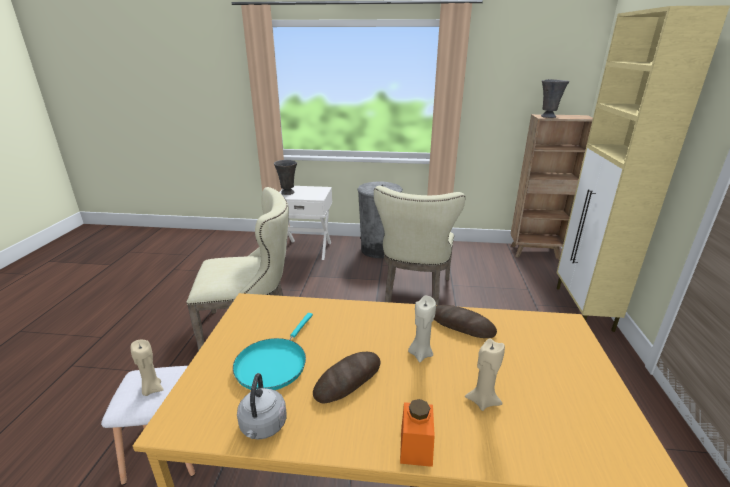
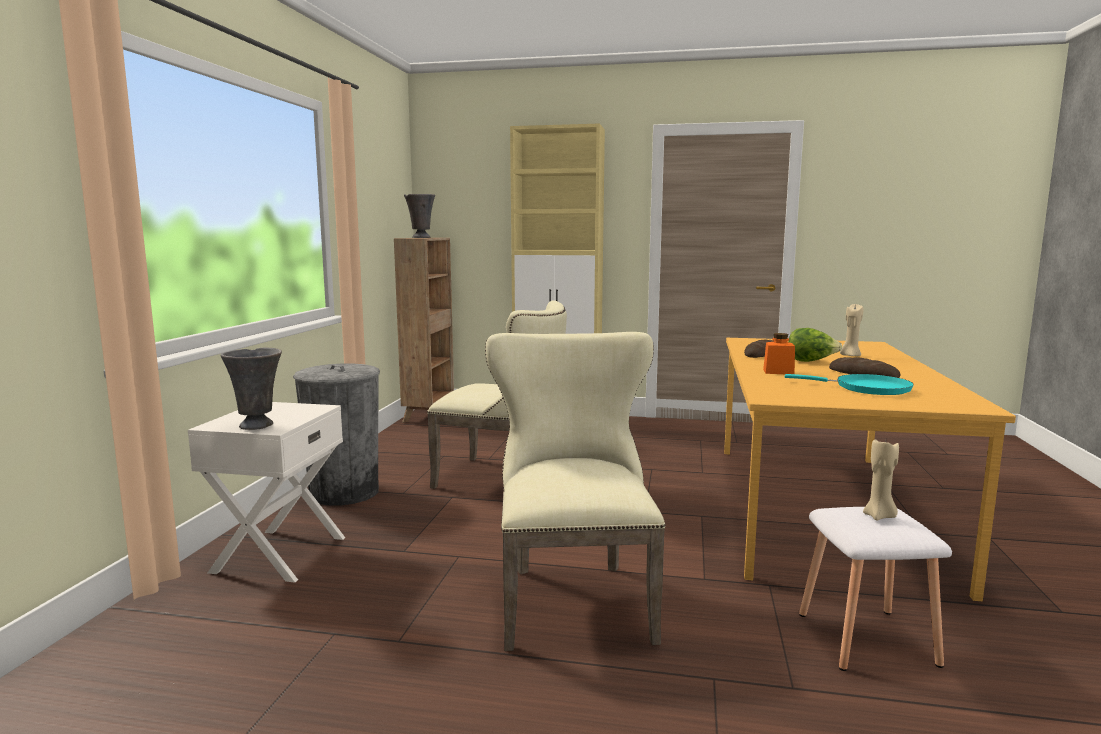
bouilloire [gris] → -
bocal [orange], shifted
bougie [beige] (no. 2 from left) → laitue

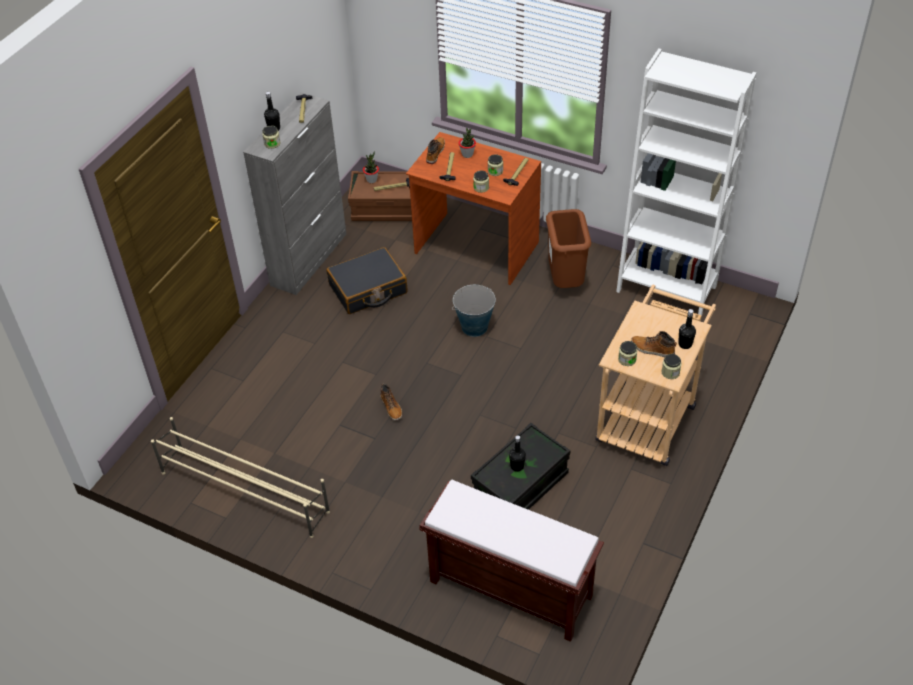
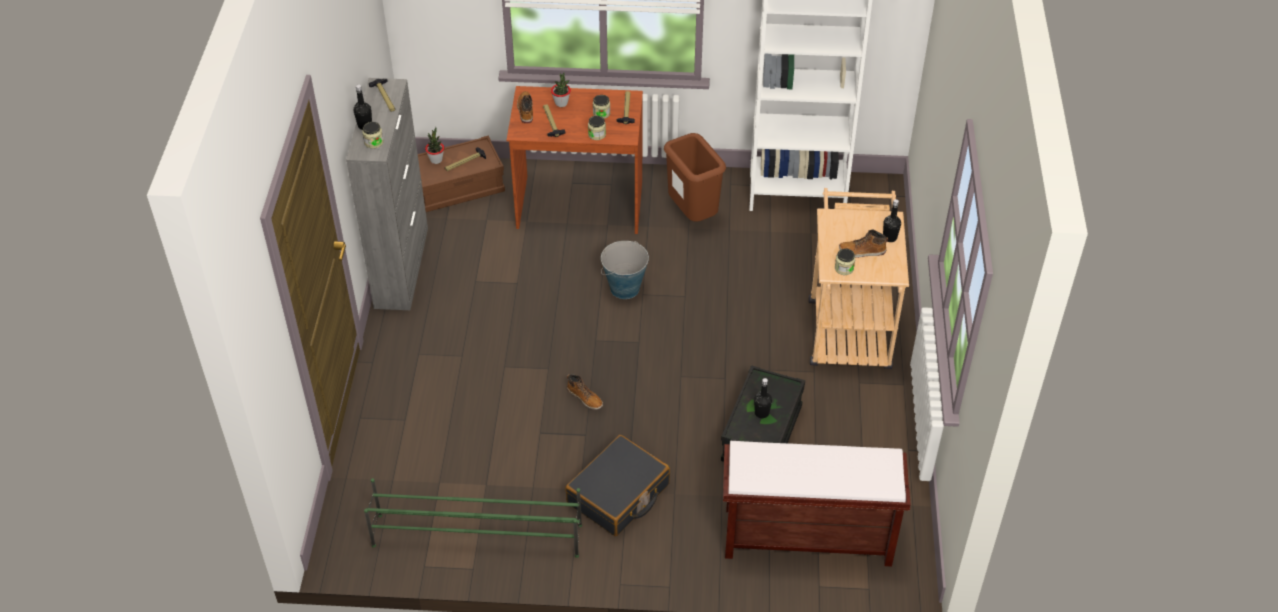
étagère à chaussures [beige] → étagère à chaussures [vert]
valise [noir], shifted
bocal (no. 5 from left) → -

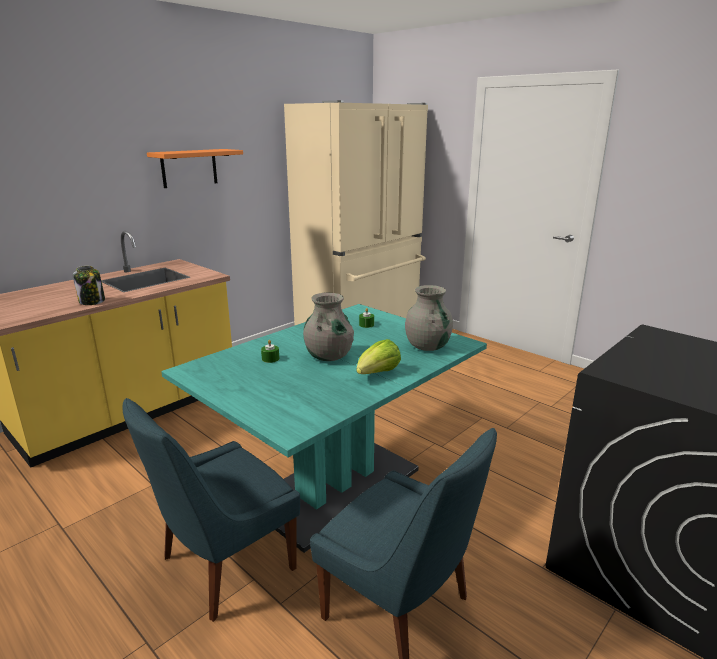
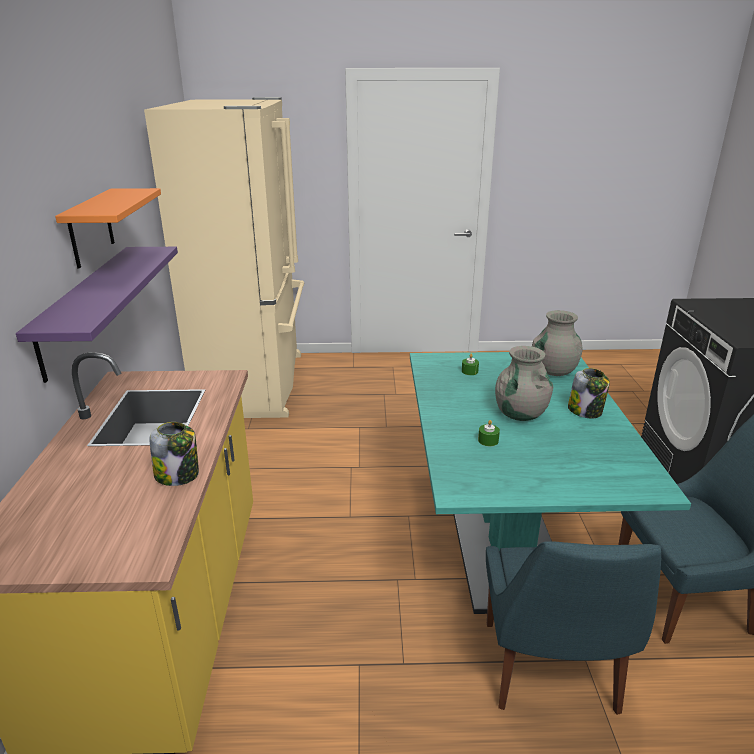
laitue → bocal (no. 2 from left)
- → étagère [violet]

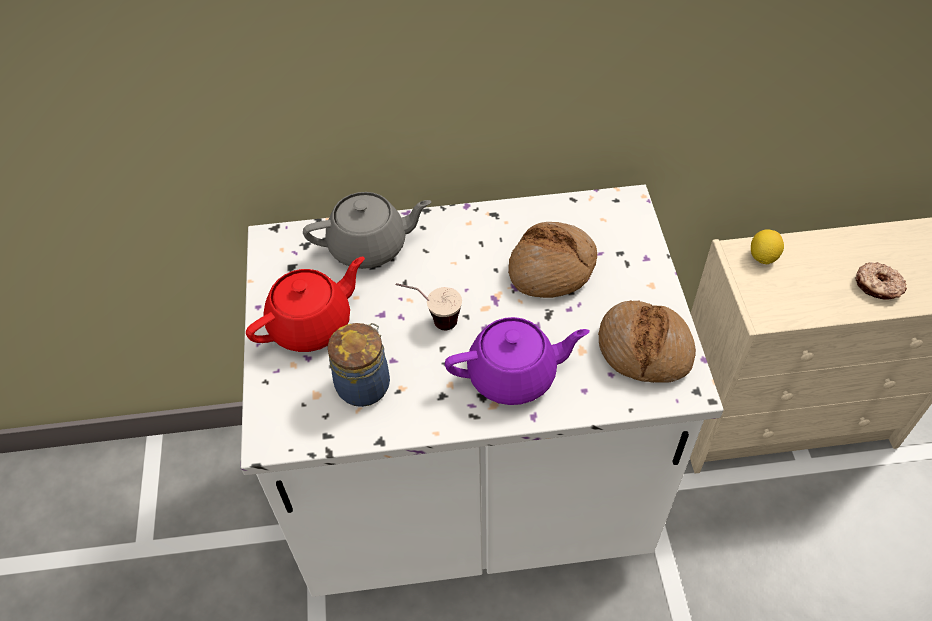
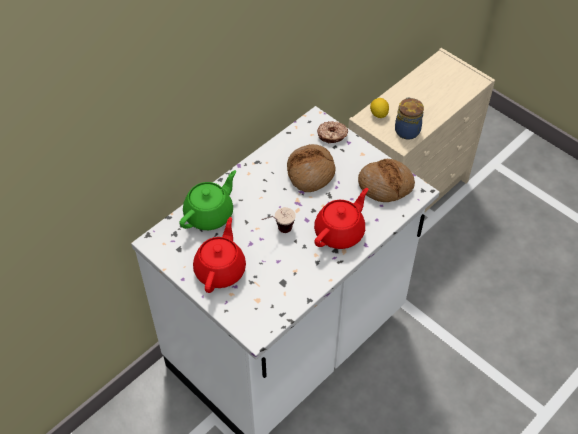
théière [gris] → théière [vert]
bocal, shifted
théière [violet] → théière [rouge] (no. 2 from left)
beignet, shifted

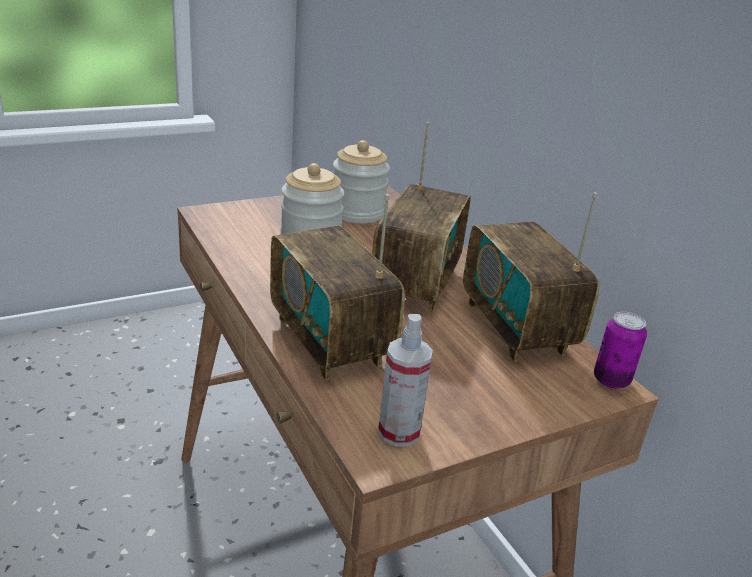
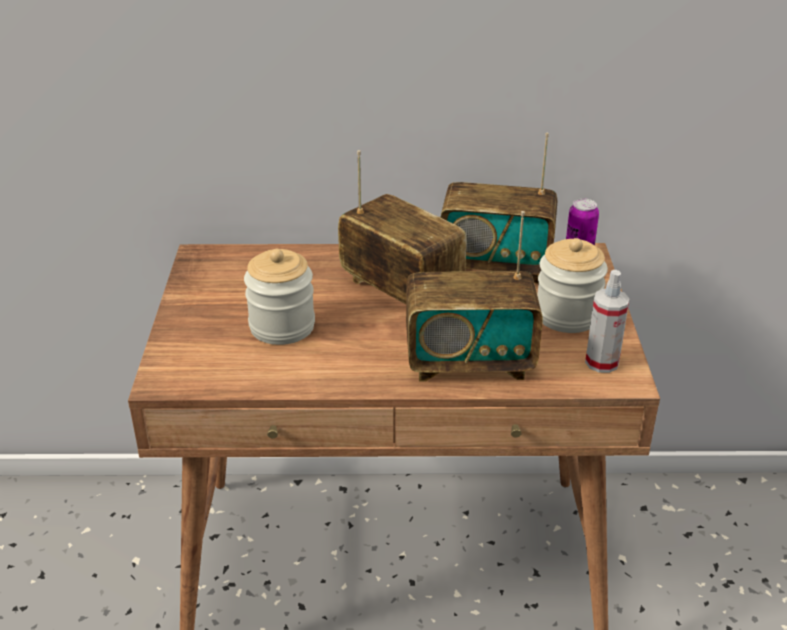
bocal (no. 2 from left), shifted

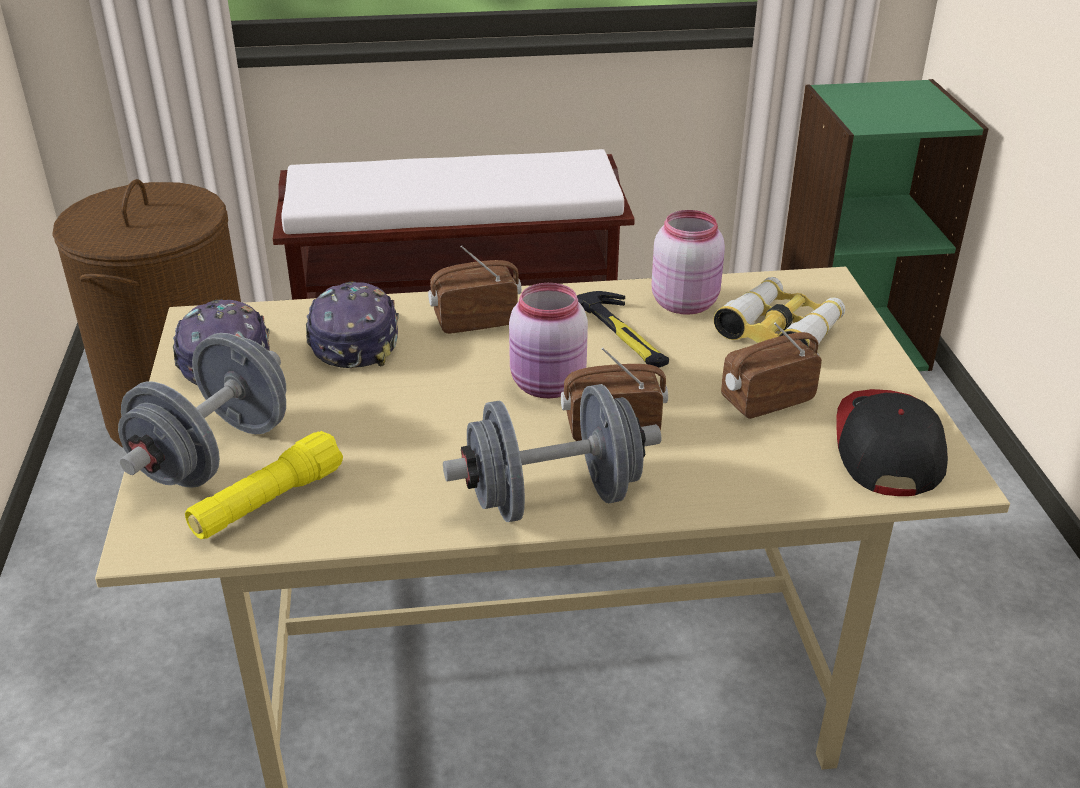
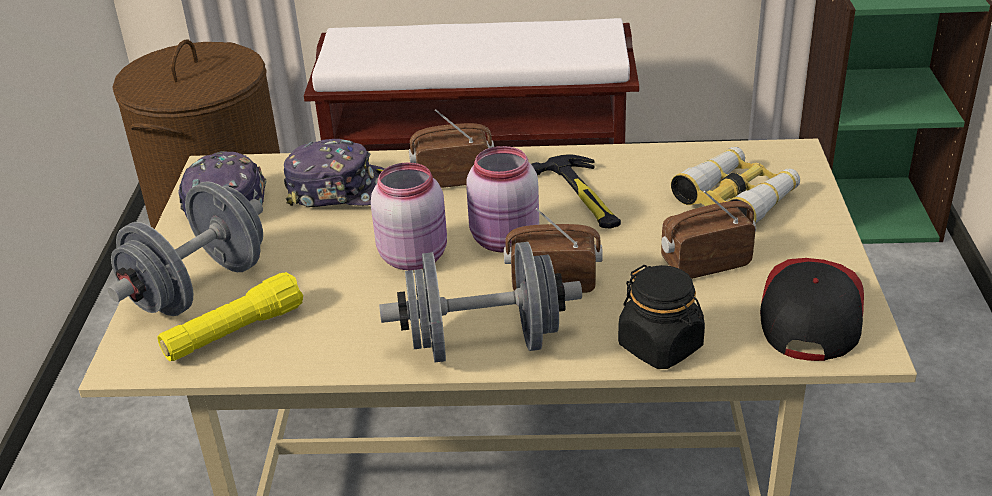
casquette (no. 2 from left), 90 degrees clockwise
bocal [rose] (no. 2 from left in the first image) → bocal [rose] (no. 1 from left), shifted
- → bocal [noir]

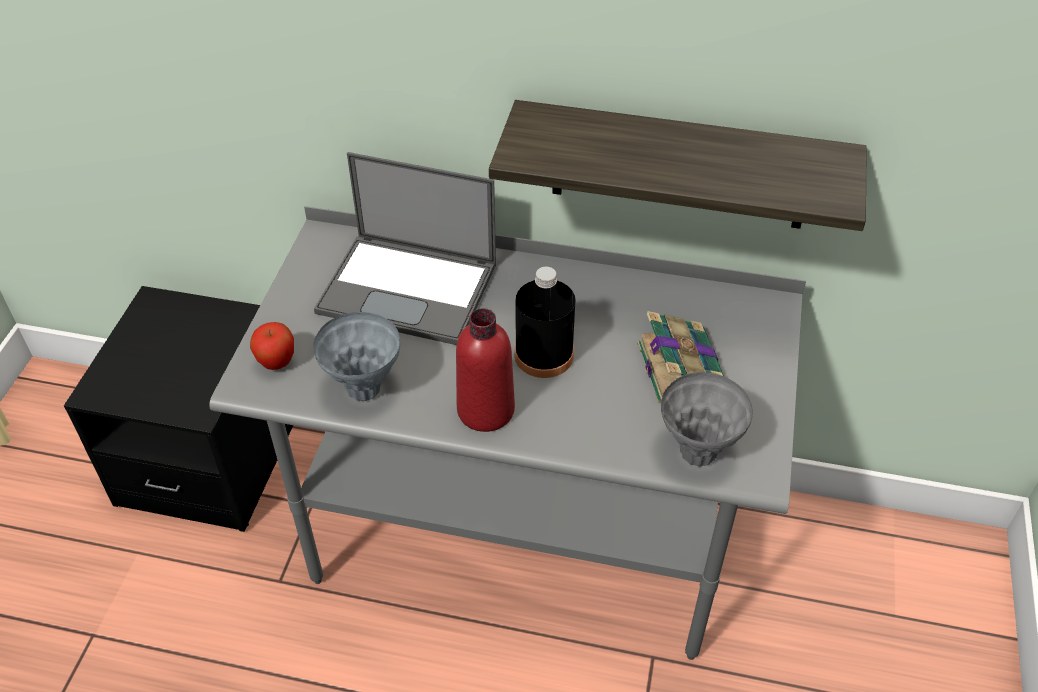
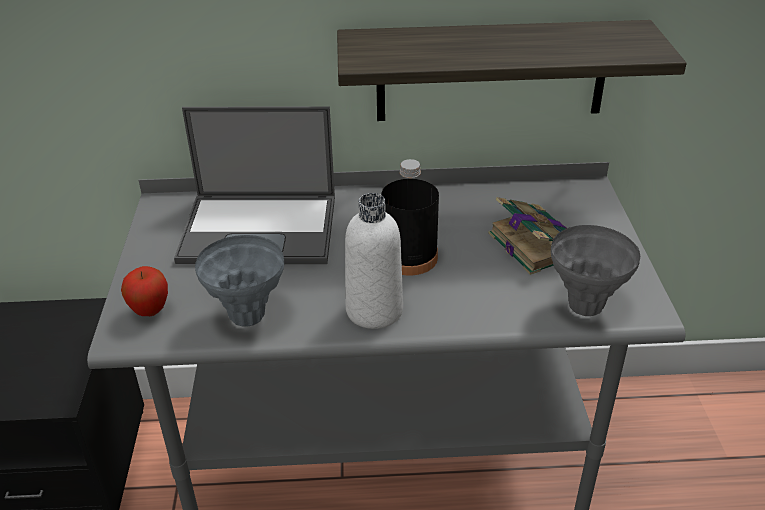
bouteille [rouge] → bouteille [blanc]

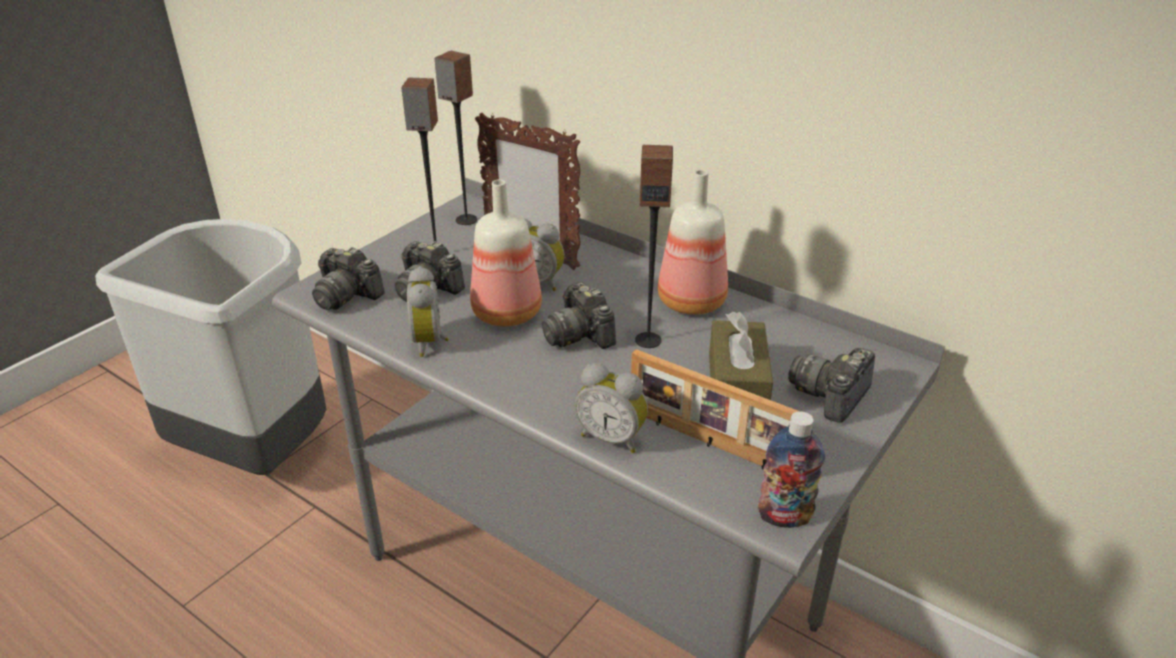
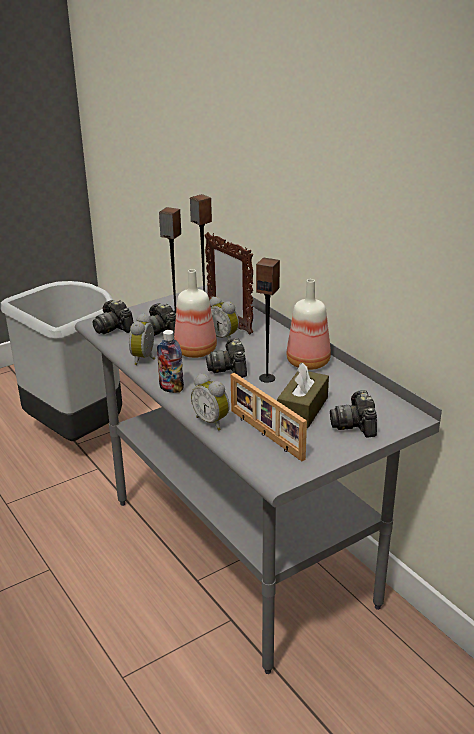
bouteille (no. 3 from left in the first image) → bouteille (no. 1 from left), shifted
appareil photo (no. 4 from left), 60 degrees counterclockwise

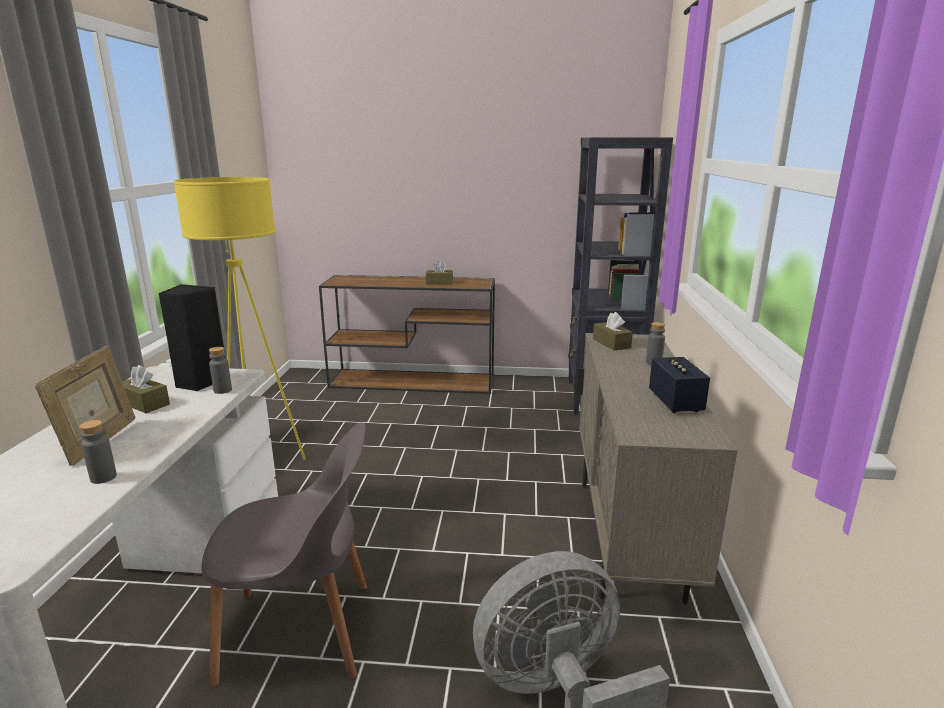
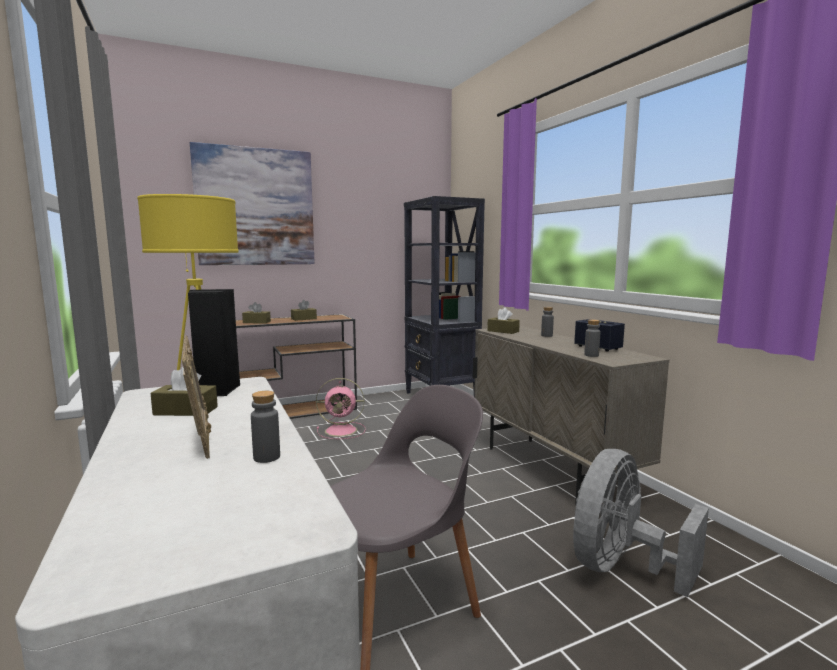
bouteille [gris] (no. 2 from left in the first image) → bouteille [gris] (no. 3 from left), shifted
- → tableau
- → boîte à mouchoirs [marron] (no. 2 from left)
- → ventilateur [rose]

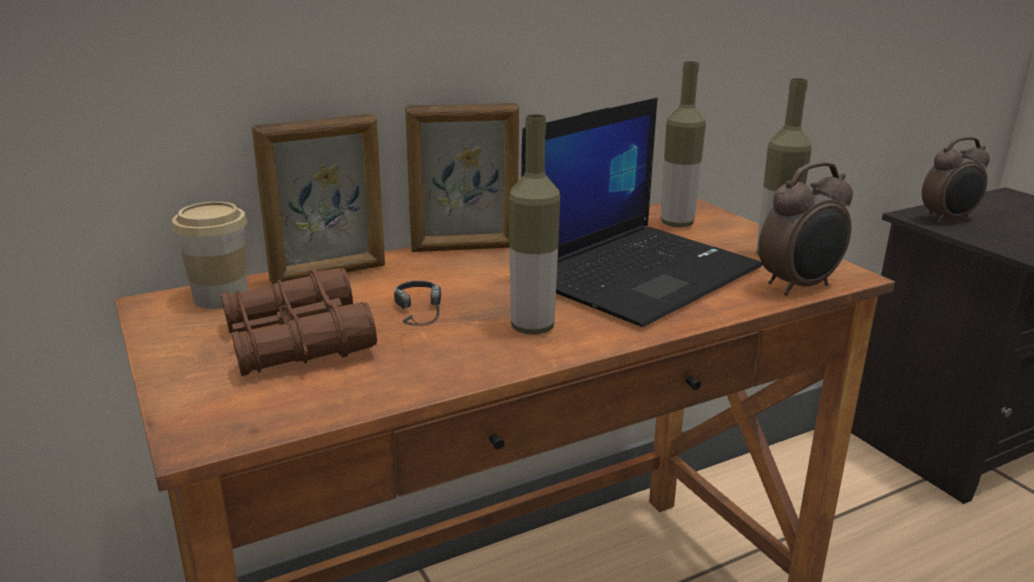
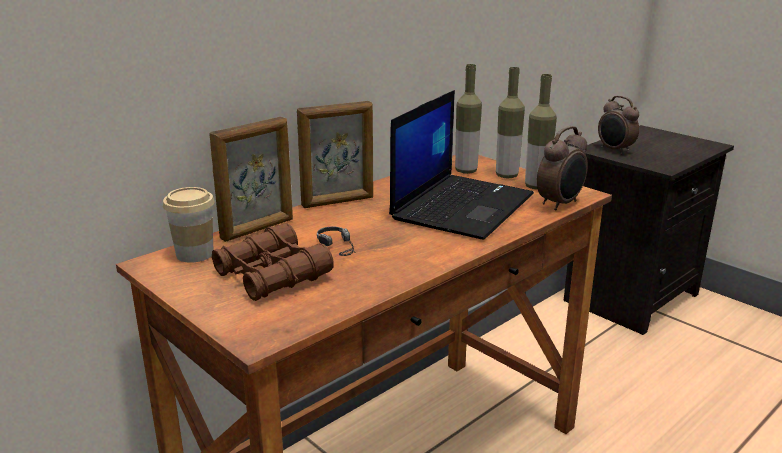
bouteille (no. 1 from left in the first image) → bouteille (no. 2 from left), shifted
réveil (no. 2 from left), 90 degrees clockwise

